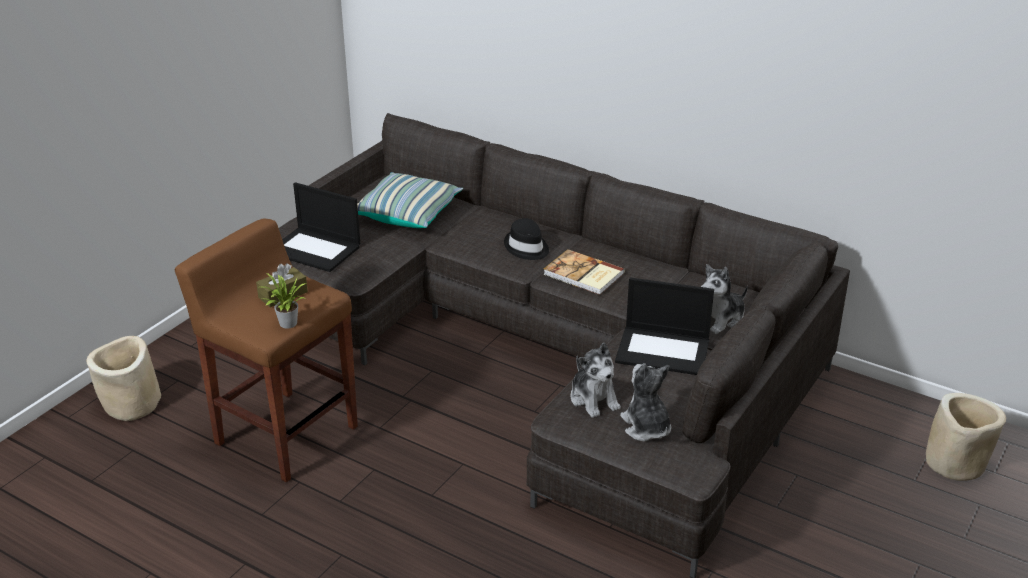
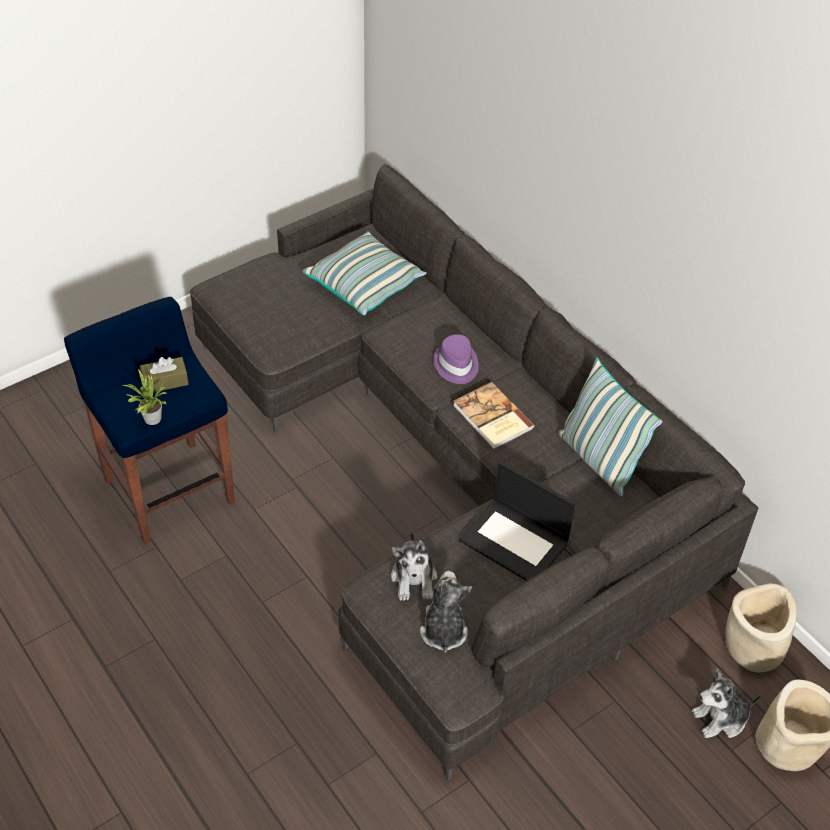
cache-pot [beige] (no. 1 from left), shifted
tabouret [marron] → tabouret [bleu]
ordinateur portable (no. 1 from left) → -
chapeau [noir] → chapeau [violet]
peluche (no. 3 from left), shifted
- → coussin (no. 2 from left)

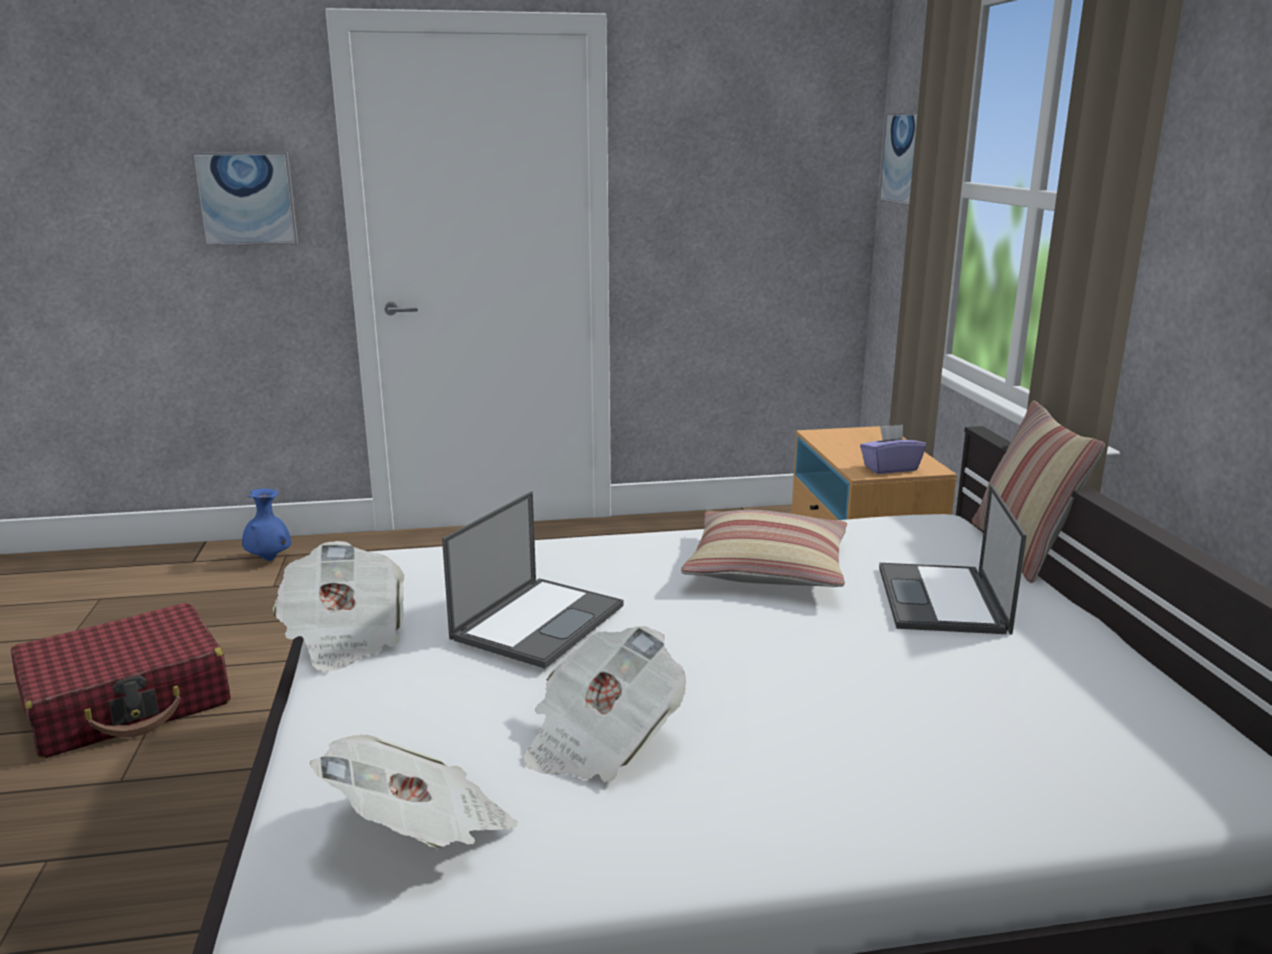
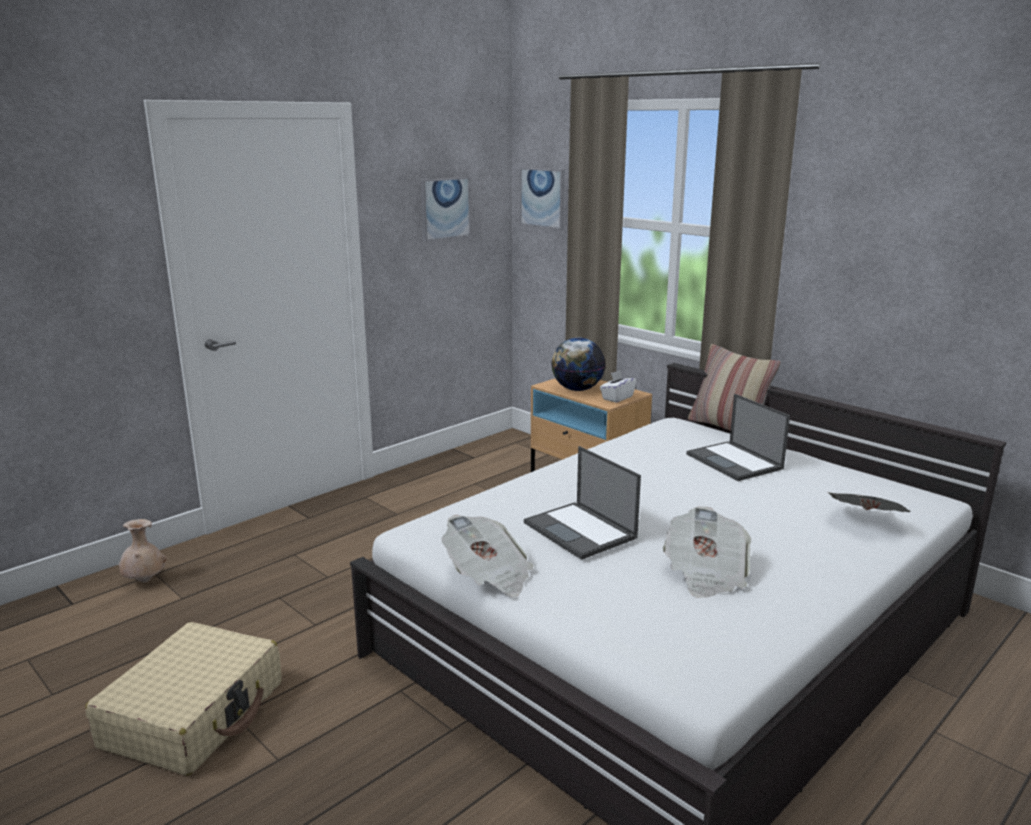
valise [rouge] → valise [beige]
tableau (no. 1 from left), shifted
vase [bleu] → vase [beige]
journal (no. 2 from left in the first image) → journal (no. 3 from left), shifted
ordinateur portable (no. 1 from left), 150 degrees clockwise
coussin (no. 1 from left) → -
boîte à mouchoirs [violet] → boîte à mouchoirs [blanc]
- → globe

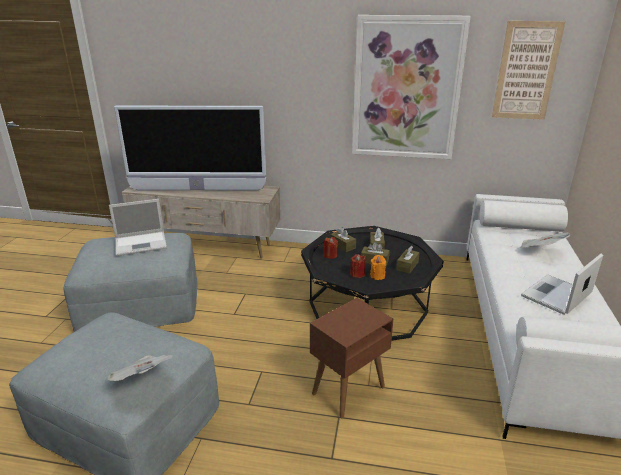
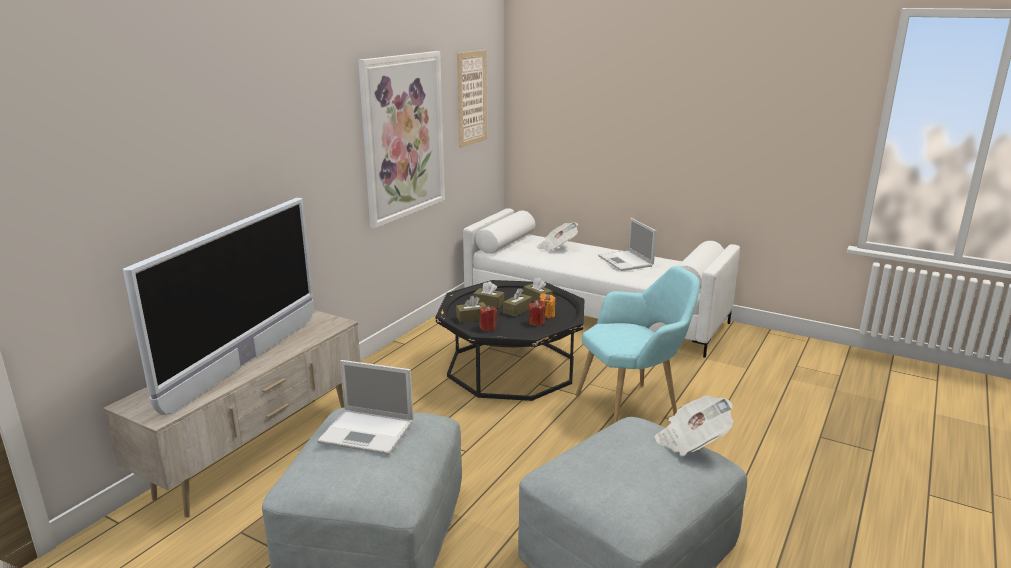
ordinateur portable (no. 1 from left), 105 degrees clockwise
table d'appoint [marron] → fauteuil [turquoise]

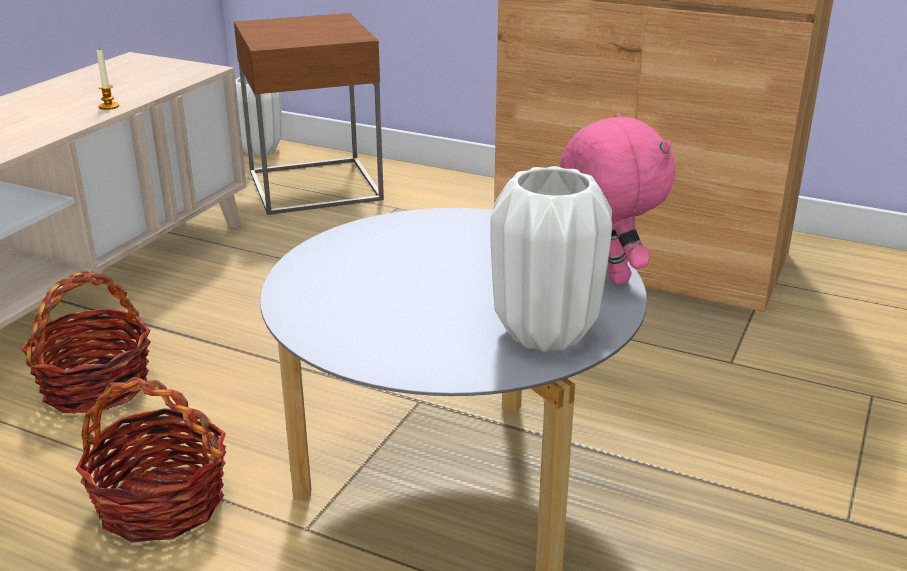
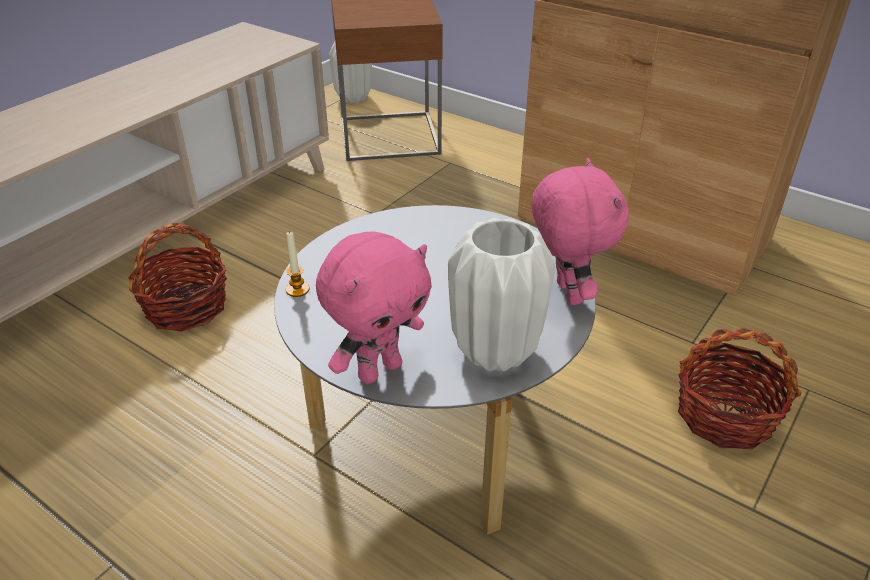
panier (no. 2 from left), shifted
bougie, shifted
- → peluche [rose] (no. 1 from left)

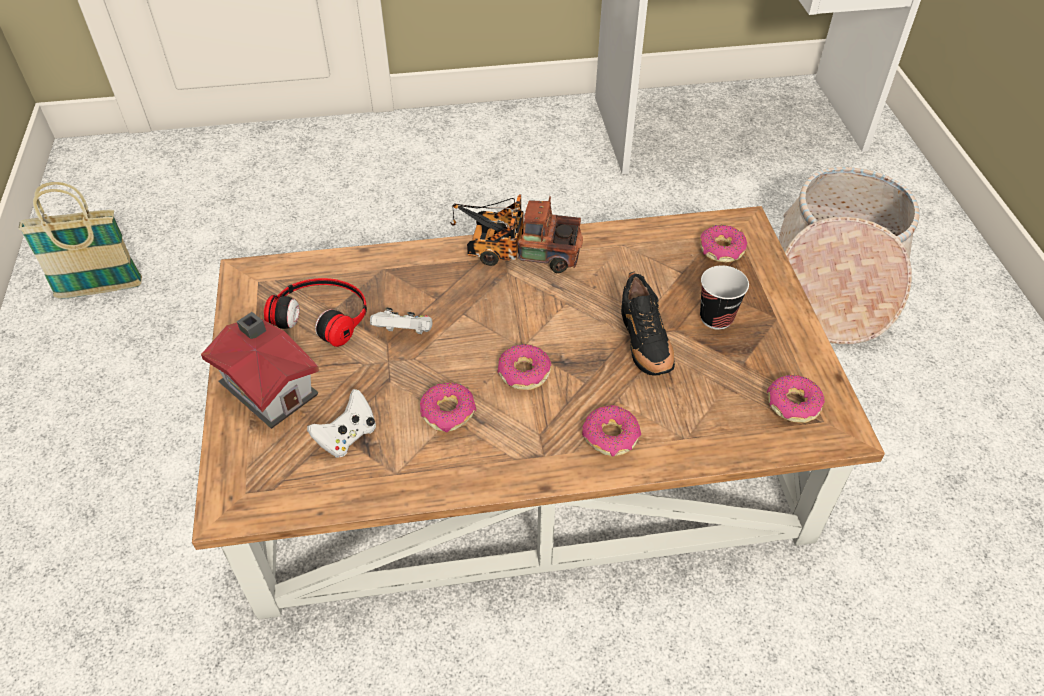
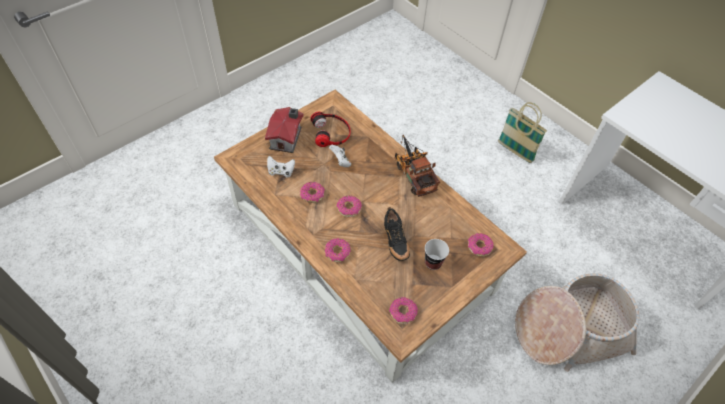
panier (no. 1 from left), shifted
chaussure [noir], 60 degrees counterclockwise

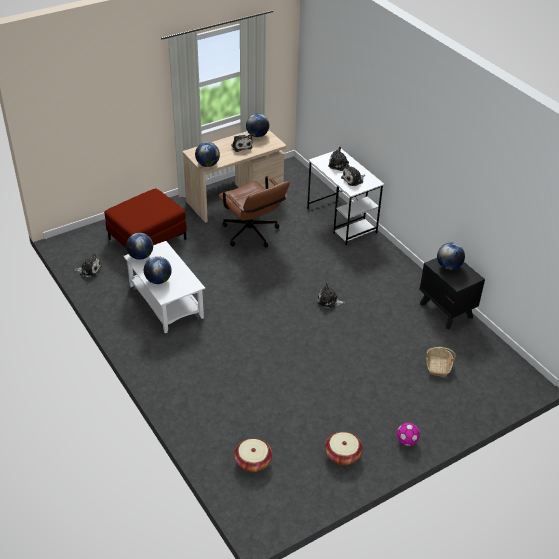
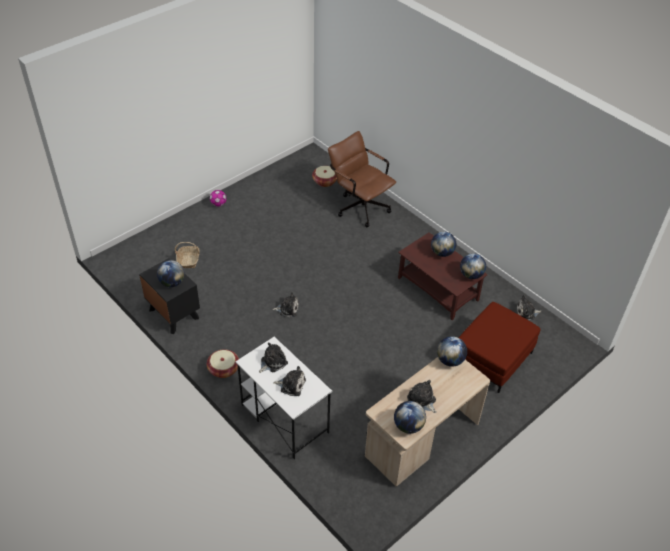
table basse [blanc] → table basse [marron]
chaise de bureau [marron], shifted
panier (no. 2 from left), shifted

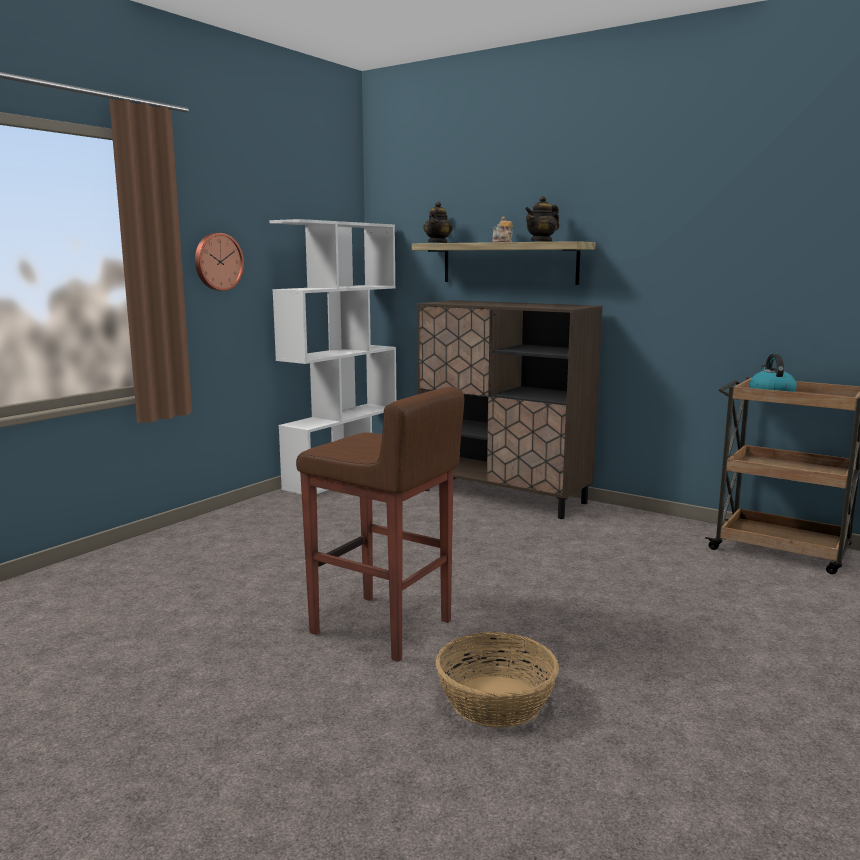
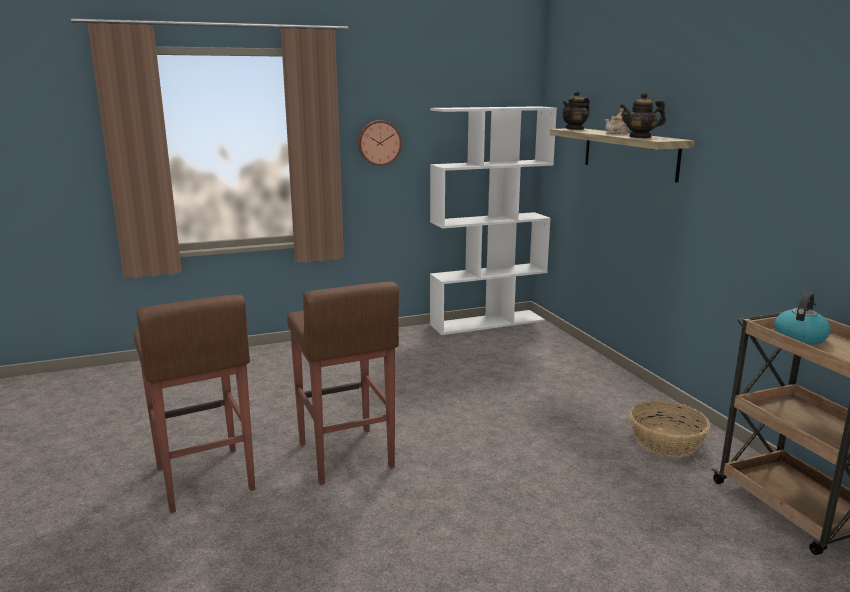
meuble de rangement [marron] → -
panier, shifted
- → tabouret [marron] (no. 1 from left)

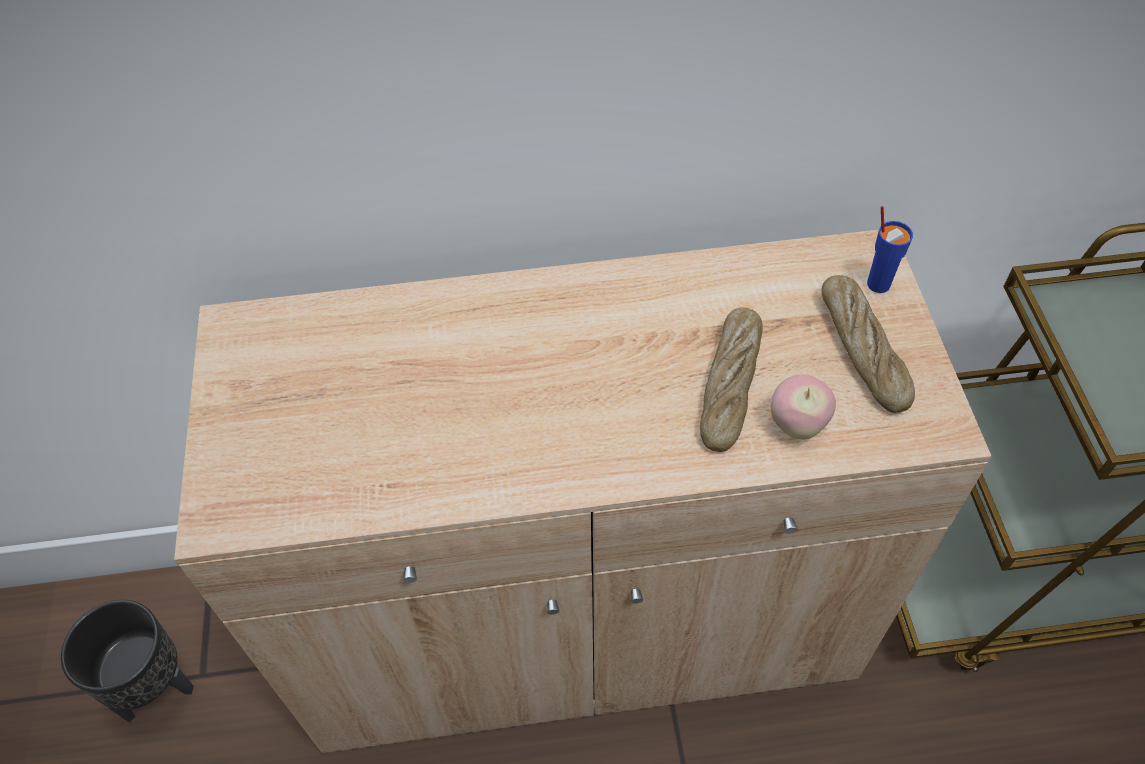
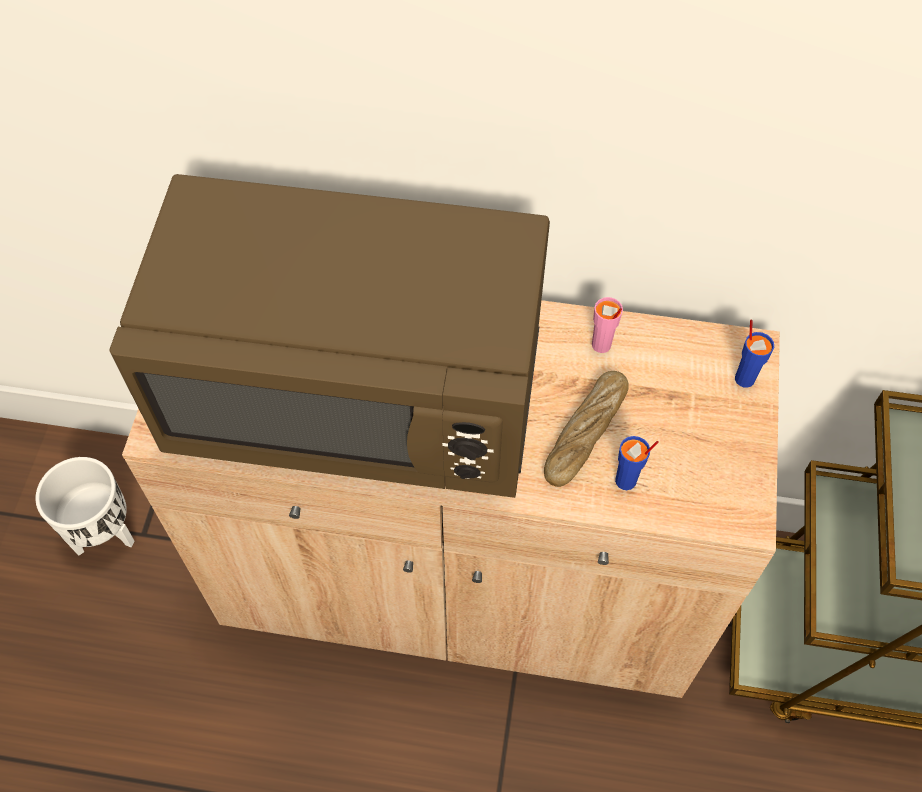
cache-pot [noir] → cache-pot [blanc]
pomme → tasse [bleu] (no. 1 from left)
pain (no. 2 from left) → -
- → micro-ondes [marron]
- → tasse [rose]

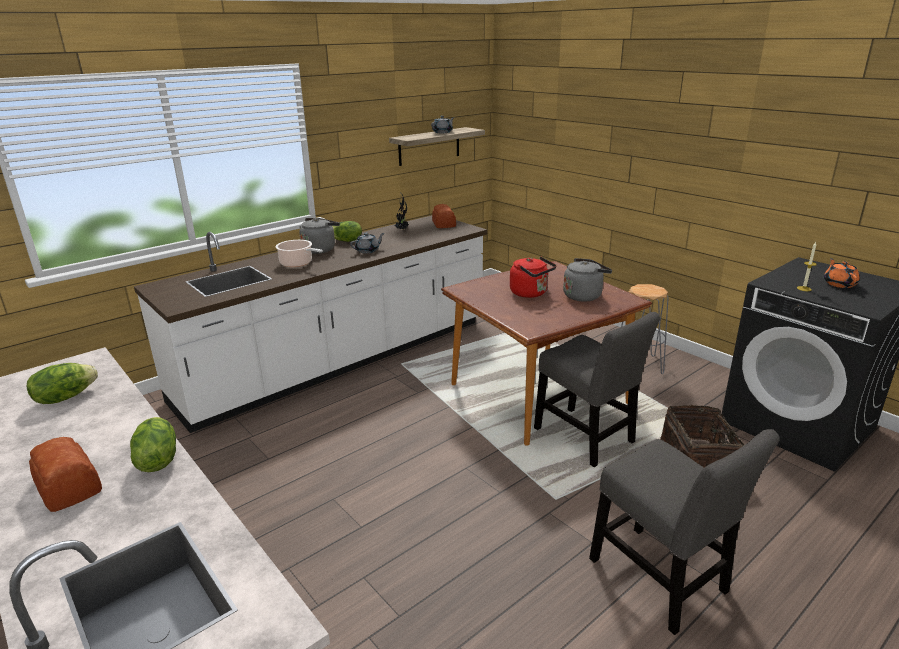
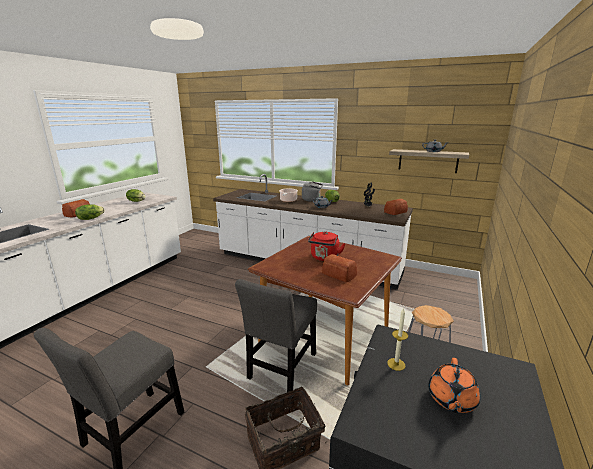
bouilloire [gris] (no. 2 from left) → pain (no. 2 from left)
théière [orange], 135 degrees clockwise

